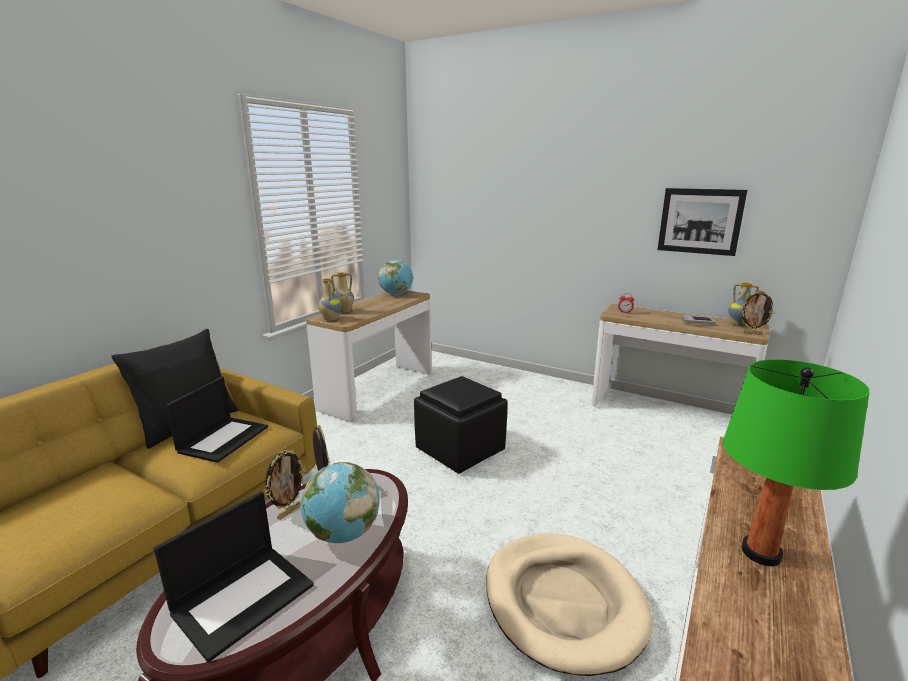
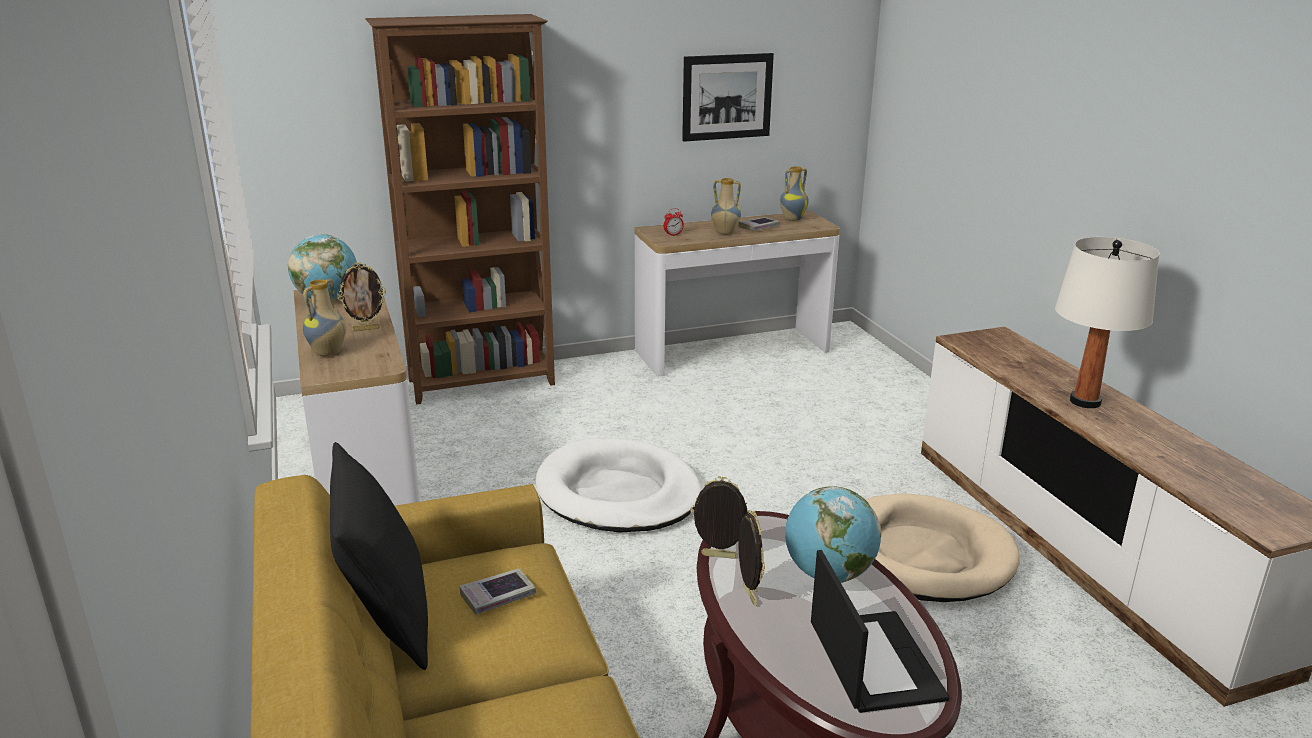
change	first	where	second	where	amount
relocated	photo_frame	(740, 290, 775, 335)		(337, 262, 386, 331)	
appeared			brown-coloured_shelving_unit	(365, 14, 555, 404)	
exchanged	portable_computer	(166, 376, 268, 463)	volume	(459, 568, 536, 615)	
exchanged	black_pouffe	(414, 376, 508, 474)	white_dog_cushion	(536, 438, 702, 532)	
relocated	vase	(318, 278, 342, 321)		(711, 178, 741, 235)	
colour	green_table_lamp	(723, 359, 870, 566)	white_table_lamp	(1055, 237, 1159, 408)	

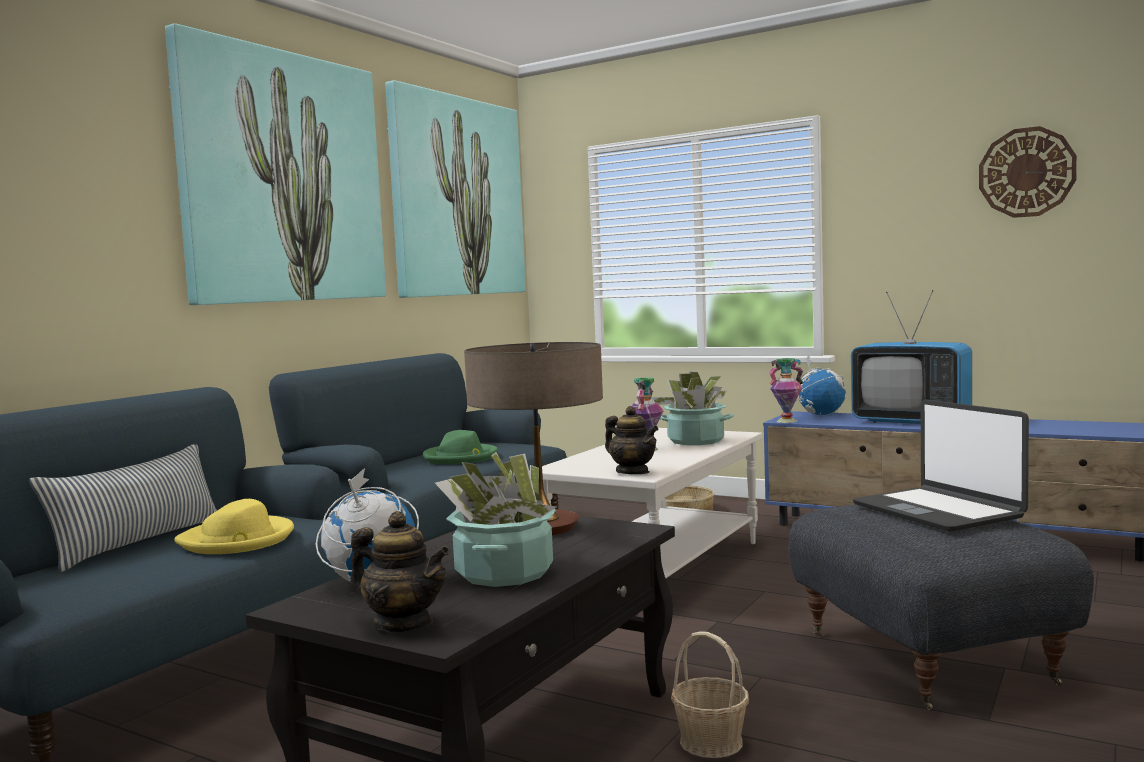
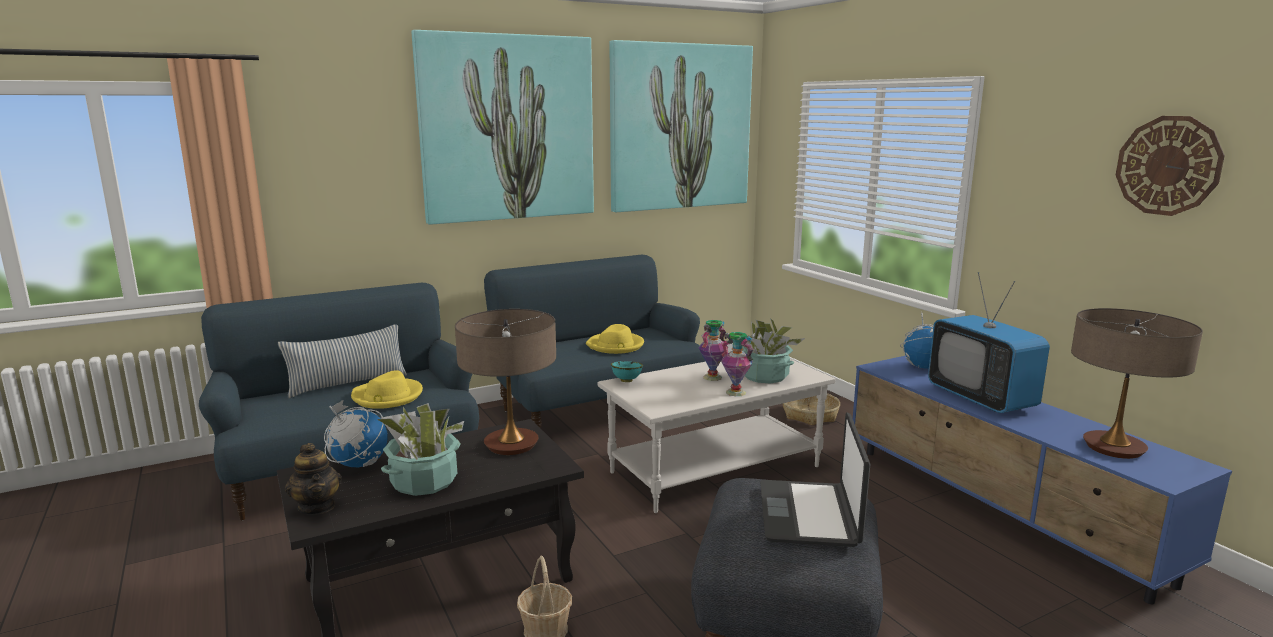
change	first	where	second	where	amount
colour	green_hat	(423, 430, 498, 464)	yellow-coloured_hat	(586, 324, 644, 354)	
appeared			turquoise_deep_dish	(611, 361, 643, 382)	
relocated	vase	(769, 358, 803, 423)		(722, 332, 754, 396)	
appeared			table_lamp	(1071, 308, 1203, 459)	
missing	teapot	(605, 406, 658, 474)			

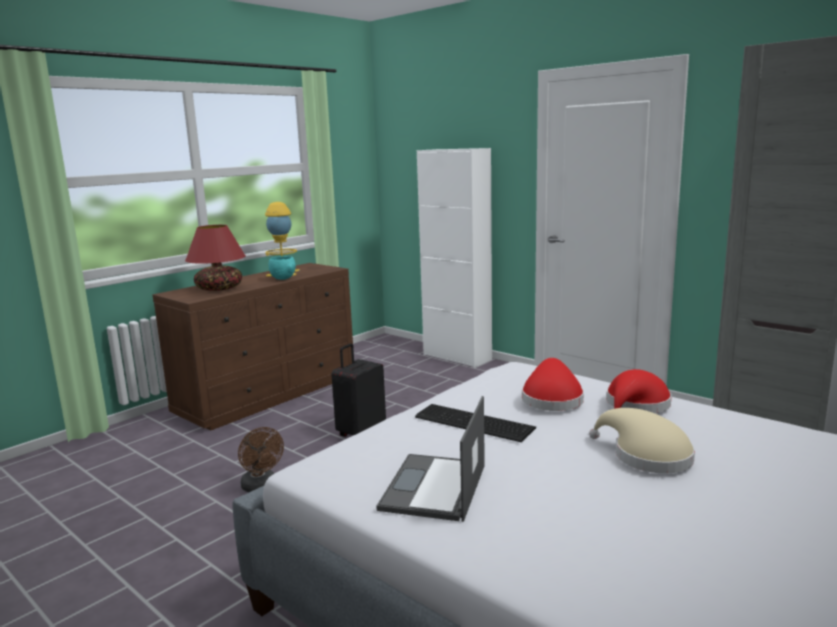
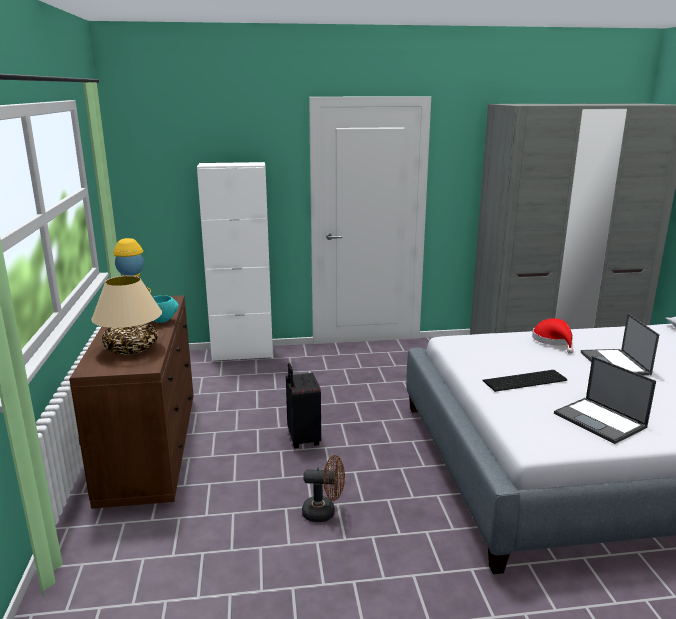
change	first	where	second	where	amount
colour	red_table_lamp	(185, 225, 246, 291)	beige_table_lamp	(91, 276, 162, 354)	
exchanged	beige_hat	(589, 408, 695, 473)	portable_computer	(581, 314, 659, 376)	
missing	red_hat	(522, 358, 584, 411)			

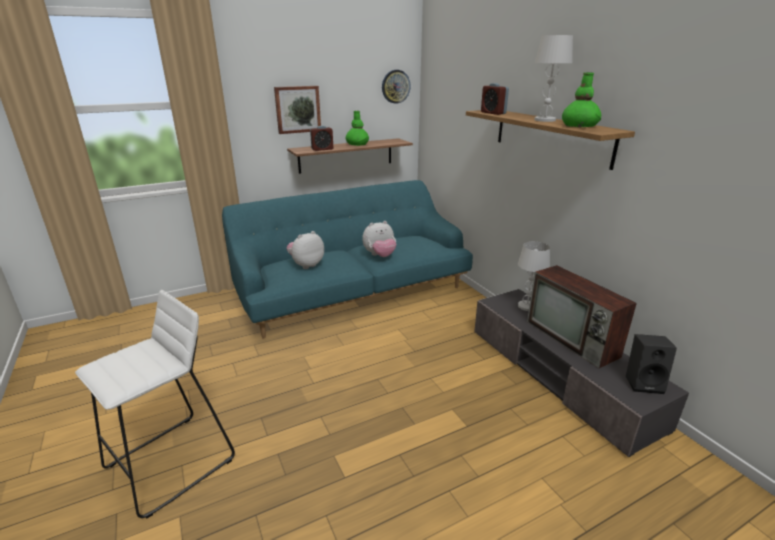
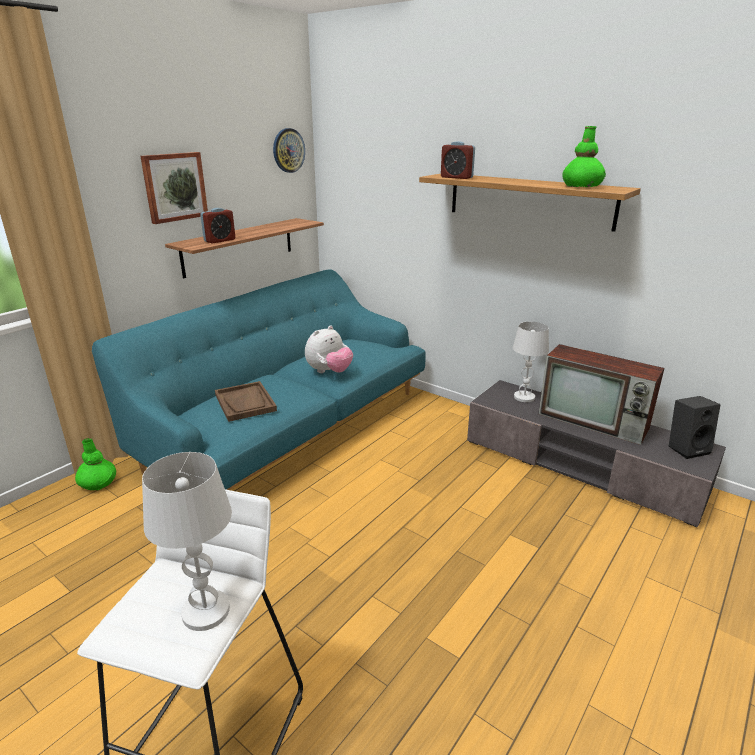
change	first	where	second	where	amount
relocated	green_vase	(345, 111, 369, 146)		(75, 438, 116, 490)	
relocated	white_table_lamp	(534, 35, 573, 122)		(142, 452, 232, 631)	
exchanged	cuddly_toy	(287, 231, 324, 269)	brown-coloured_tray	(215, 381, 277, 422)	

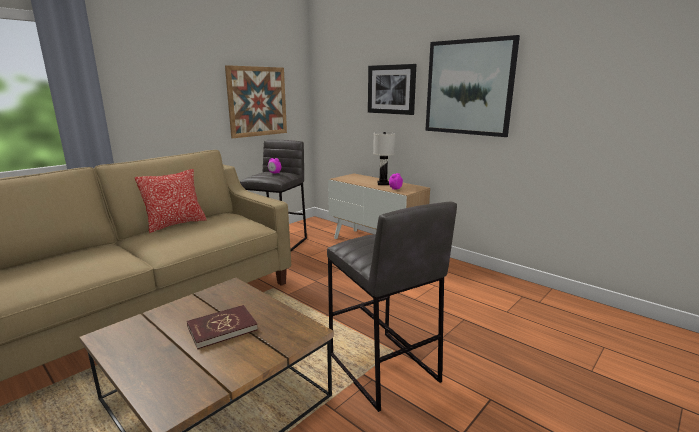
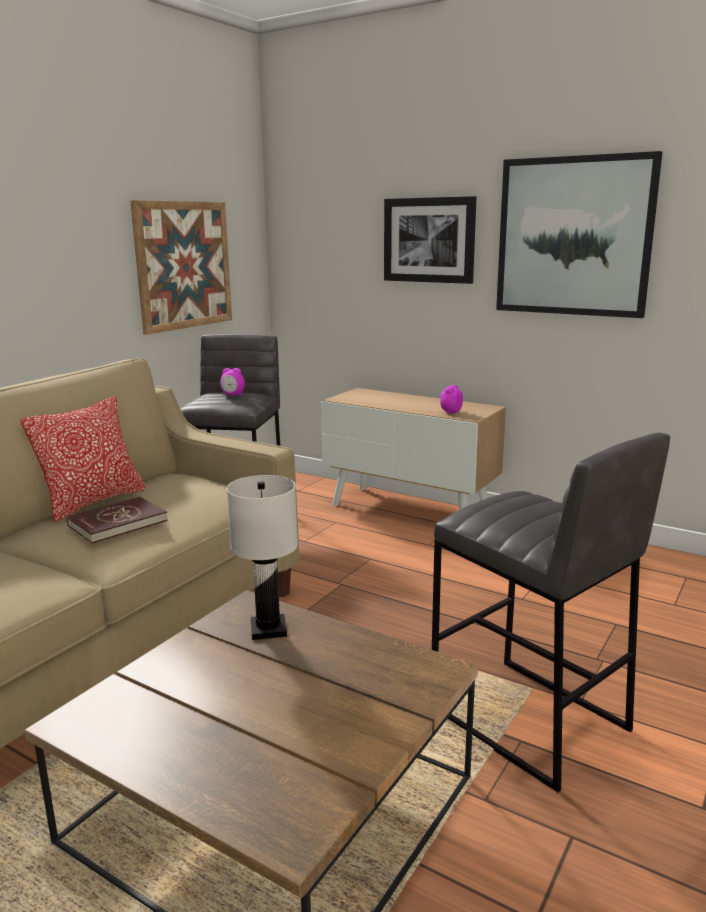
change	first	where	second	where	amount
relocated	red_volume	(187, 305, 258, 349)		(66, 497, 168, 543)	
relocated	white_table_lamp	(373, 132, 395, 185)		(227, 475, 298, 640)	

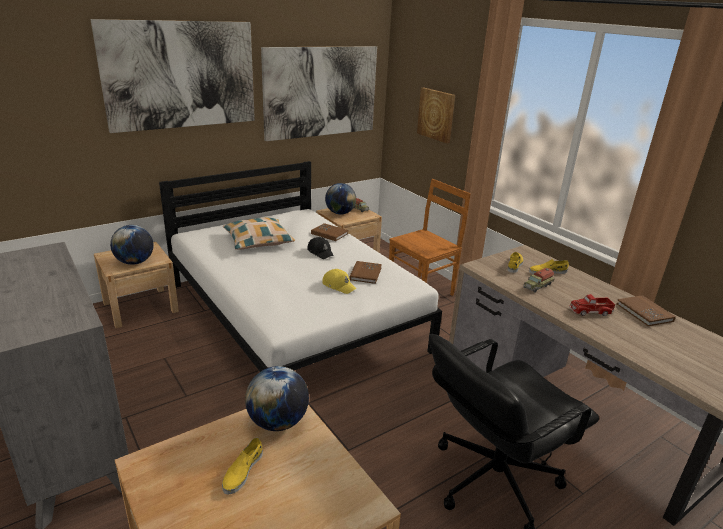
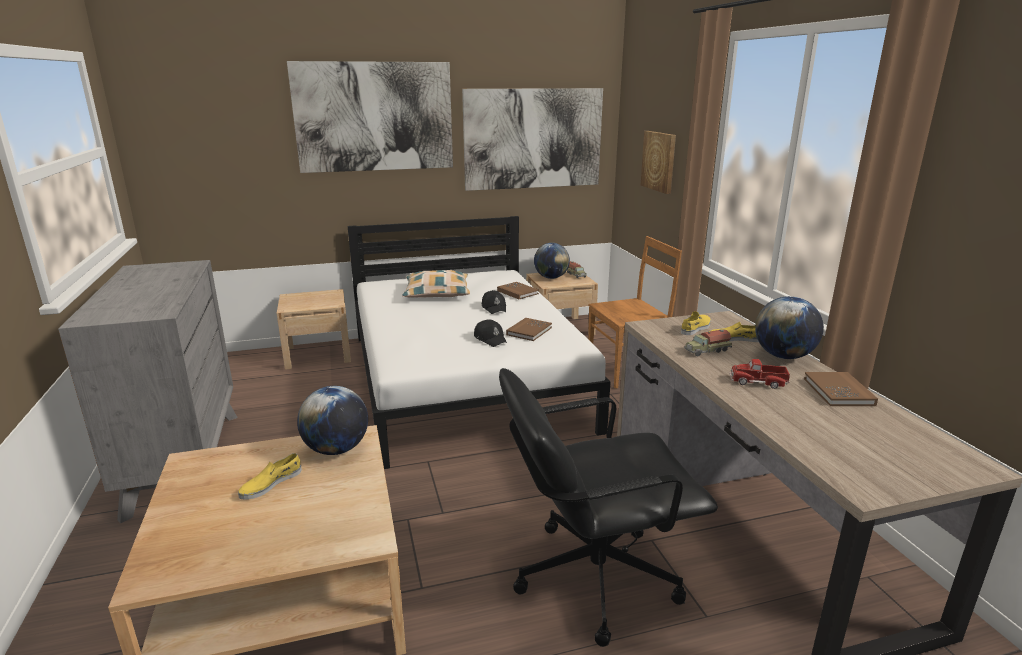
change	first	where	second	where	amount
colour	yellow-coloured_peaked_cap	(323, 269, 357, 294)	black_peaked_cap	(474, 319, 507, 347)	
relocated	globe	(110, 225, 154, 265)		(755, 296, 824, 359)	

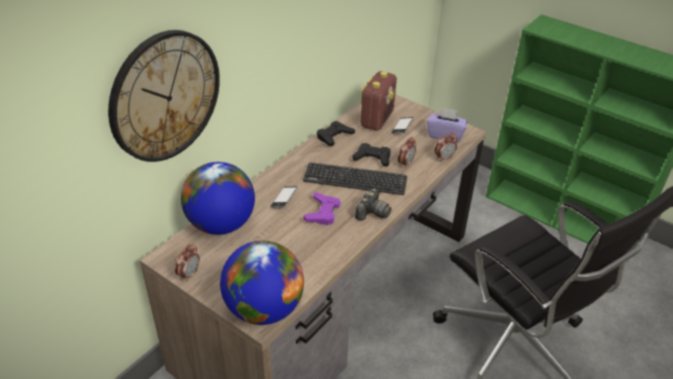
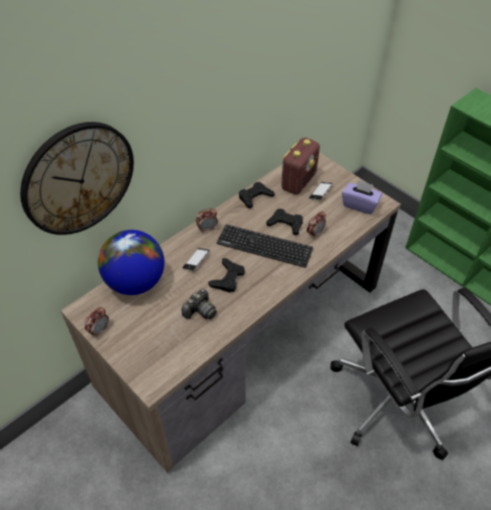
change	first	where	second	where	amount
relocated	photo_camera	(355, 189, 392, 220)		(182, 289, 217, 320)	
relocated	bedside_clock	(434, 133, 457, 162)		(196, 208, 218, 233)	
colour	purple_game_controller	(303, 192, 340, 225)	black_game_controller	(208, 258, 245, 293)	
missing	globe	(220, 241, 304, 325)			

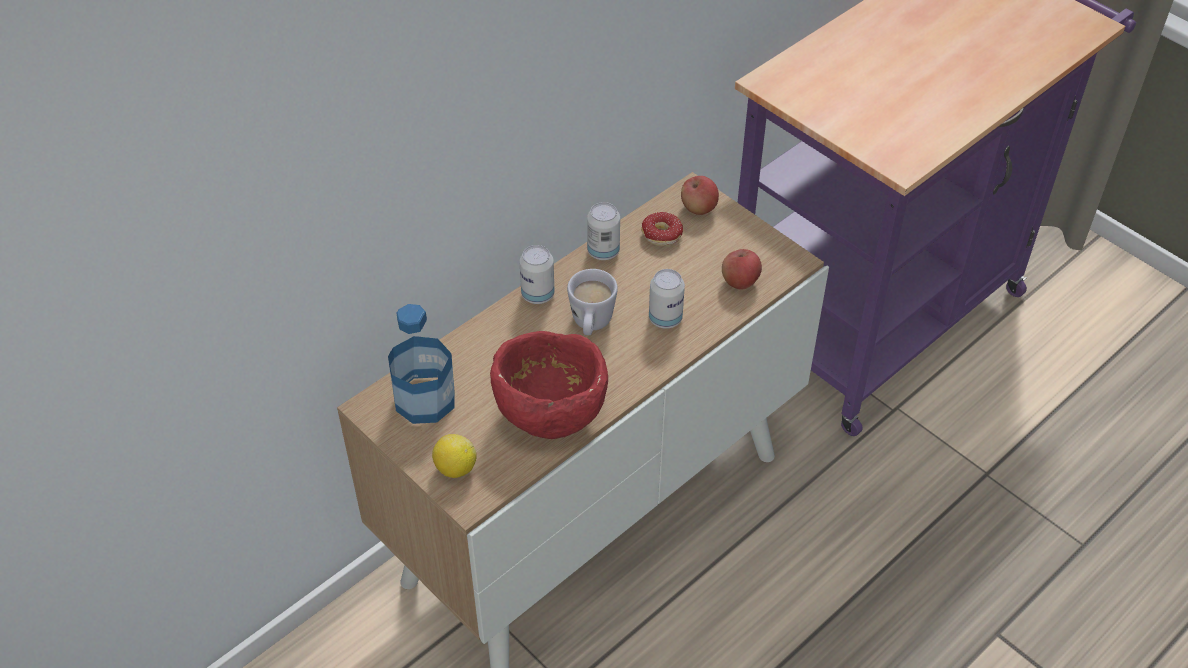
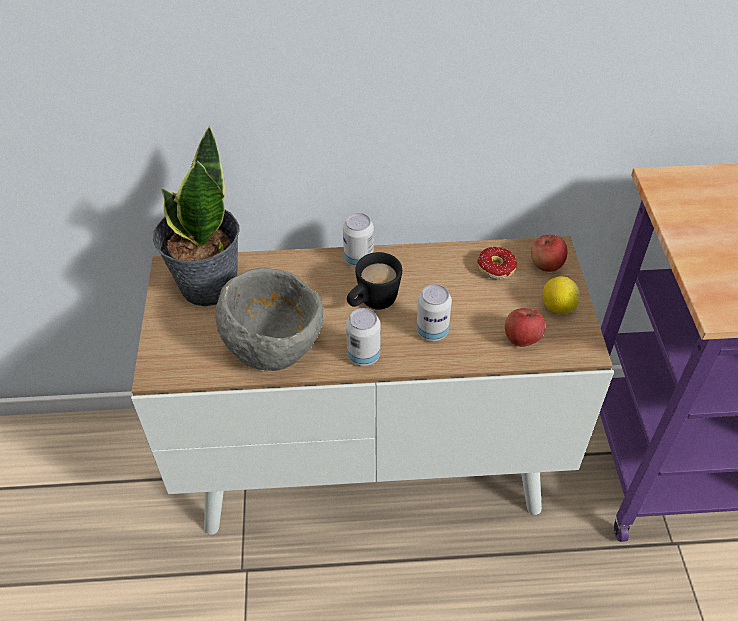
change	first	where	second	where	amount
exchanged	drink_bottle	(388, 304, 454, 424)	potted_plant	(153, 126, 240, 306)	
colour	red_deep_dish	(490, 331, 608, 439)	greyish_deep_dish	(215, 267, 323, 371)	
relocated	metal_can	(587, 202, 620, 260)		(346, 308, 381, 366)	
colour	white_coffee_mug	(567, 269, 618, 335)	black_coffee_mug	(347, 252, 402, 309)	
relocated	whole_lemon	(432, 434, 477, 478)		(542, 276, 580, 314)	

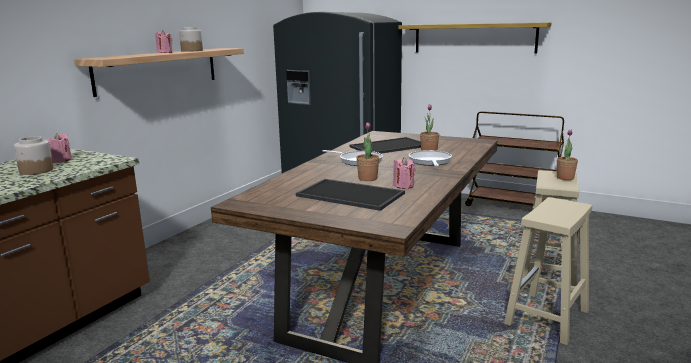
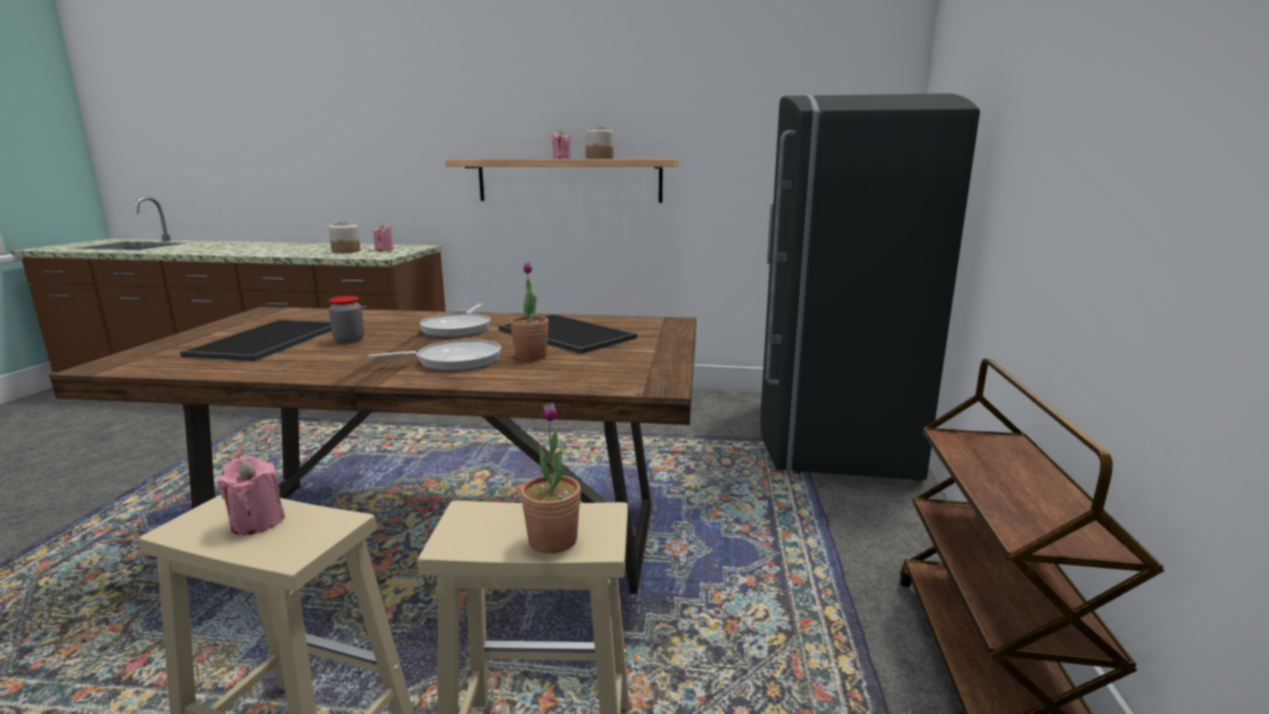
change	first	where	second	where	amount
relocated	pink-coloured_wax_candle	(393, 157, 416, 189)		(218, 456, 285, 535)	
exchanged	potted_plant	(356, 122, 379, 181)	storage_jar	(328, 296, 364, 343)	
missing	shelf	(398, 22, 552, 54)			

